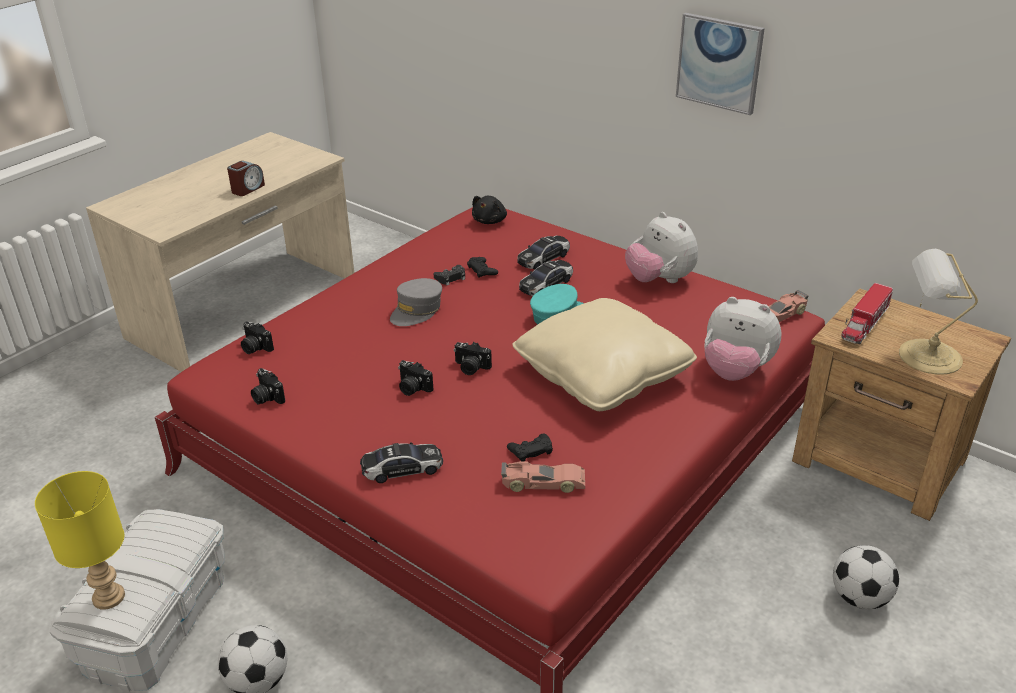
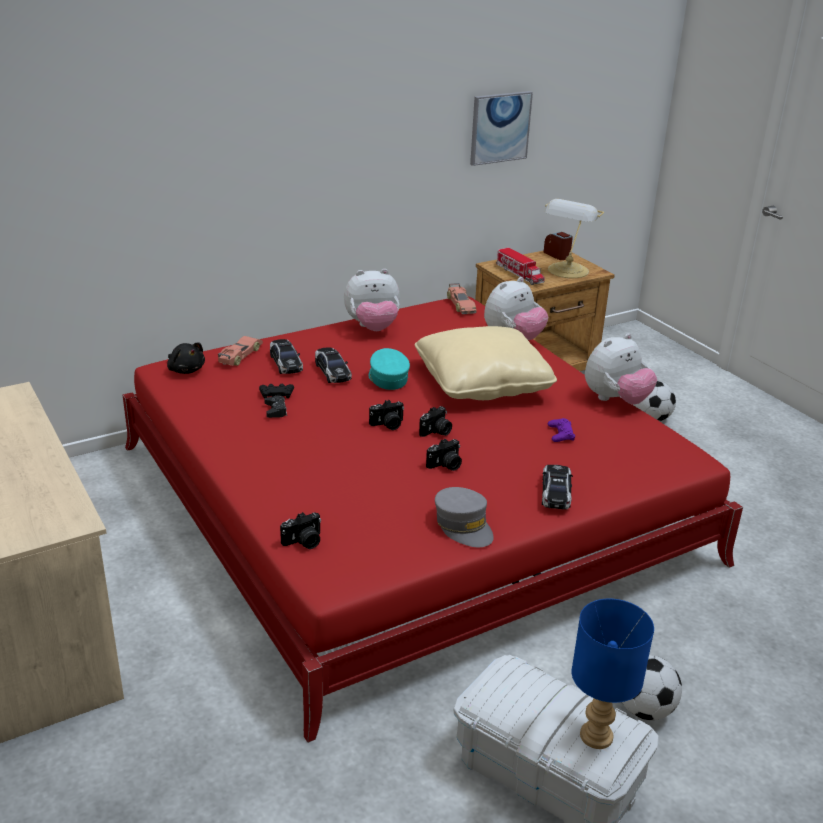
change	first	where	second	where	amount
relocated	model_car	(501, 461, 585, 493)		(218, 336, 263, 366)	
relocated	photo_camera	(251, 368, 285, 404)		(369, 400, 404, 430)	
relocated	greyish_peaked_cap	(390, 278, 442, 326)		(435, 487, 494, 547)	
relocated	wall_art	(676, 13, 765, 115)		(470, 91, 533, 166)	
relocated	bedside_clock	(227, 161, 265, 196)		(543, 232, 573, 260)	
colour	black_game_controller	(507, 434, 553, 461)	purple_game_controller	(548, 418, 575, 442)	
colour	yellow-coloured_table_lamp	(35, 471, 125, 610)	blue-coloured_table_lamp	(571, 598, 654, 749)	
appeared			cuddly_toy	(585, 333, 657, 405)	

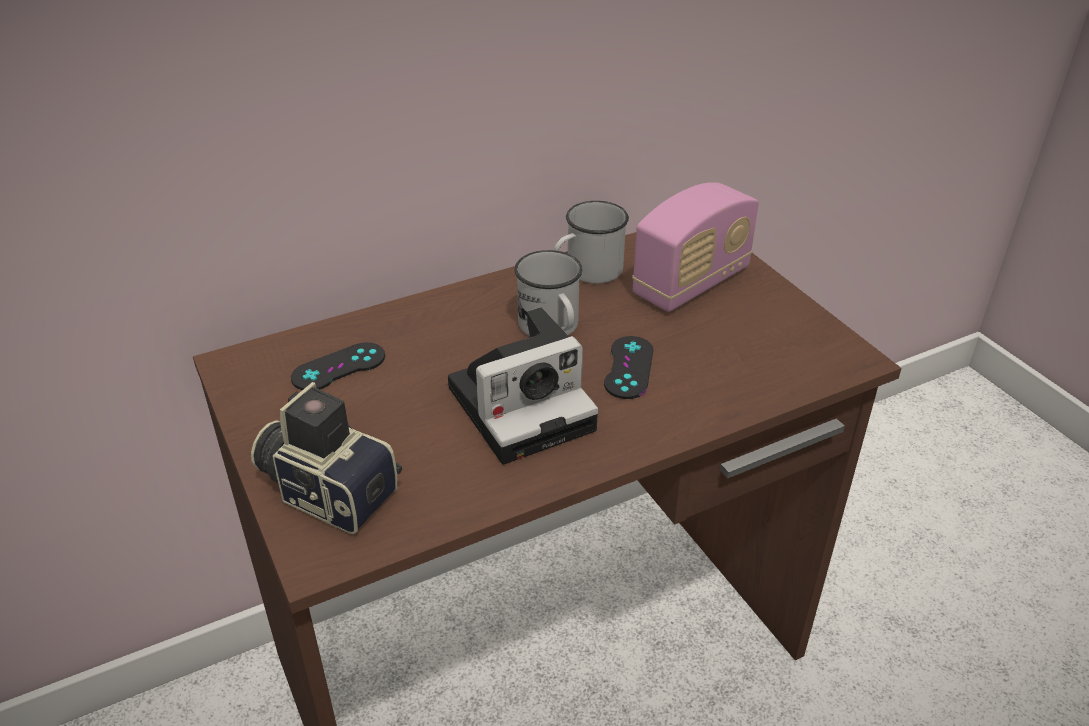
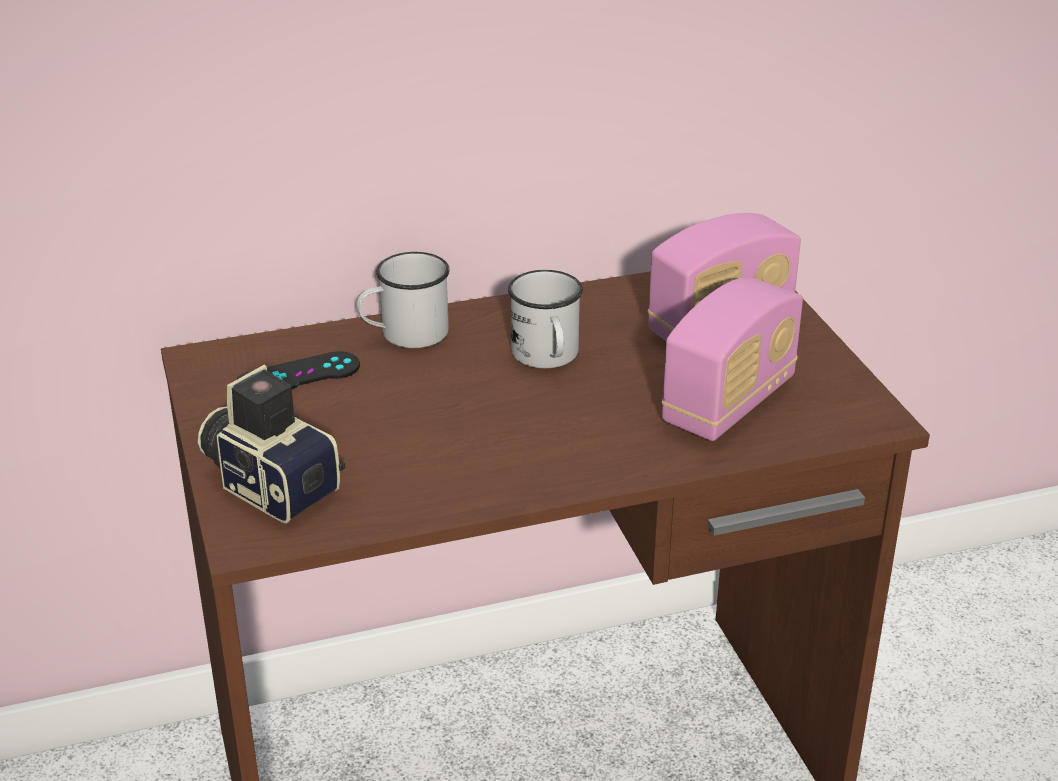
change	first	where	second	where	amount
relocated	white_coffee_mug	(554, 201, 629, 284)		(356, 252, 450, 348)	
appeared			radio_receiver	(662, 277, 803, 441)	
missing	photo_camera	(448, 307, 598, 465)			
missing	black_game_controller	(604, 336, 653, 399)			

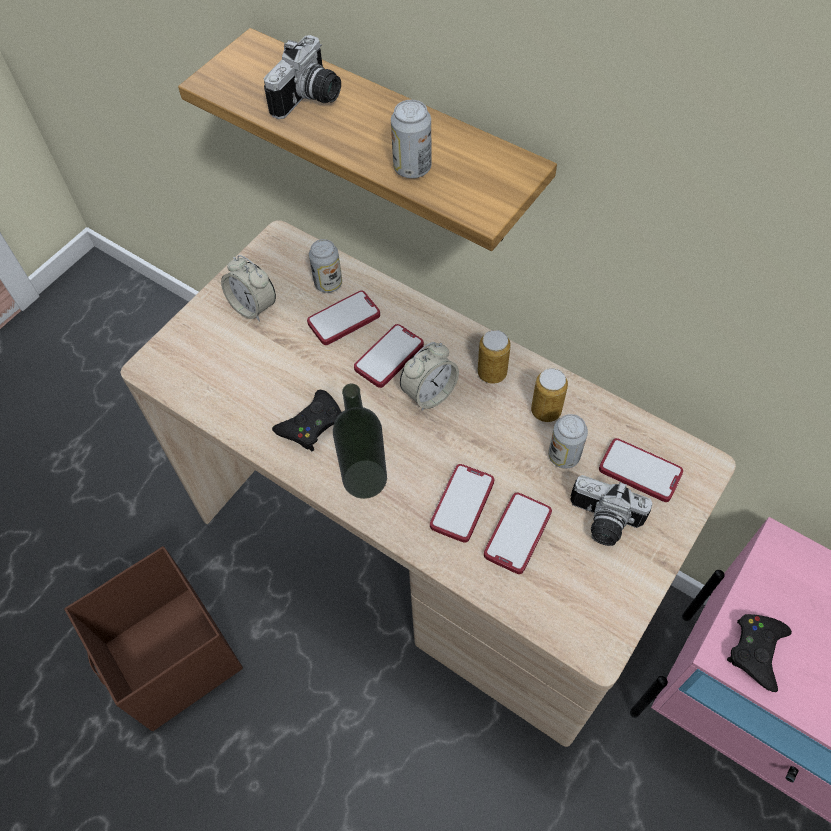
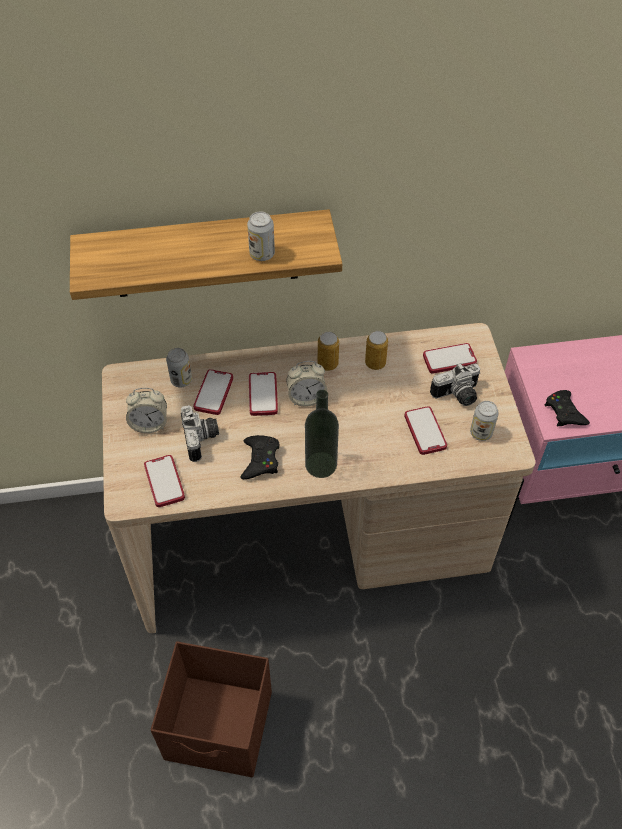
change	first	where	second	where	amount
relocated	phone	(430, 464, 494, 543)		(144, 455, 185, 507)	
relocated	photo_camera	(264, 35, 341, 119)		(181, 405, 219, 462)	
spun	bedside_clock	(400, 342, 459, 411)		(286, 361, 327, 407)	75 degrees clockwise
relocated	metal_can	(548, 414, 588, 468)		(470, 401, 499, 441)	

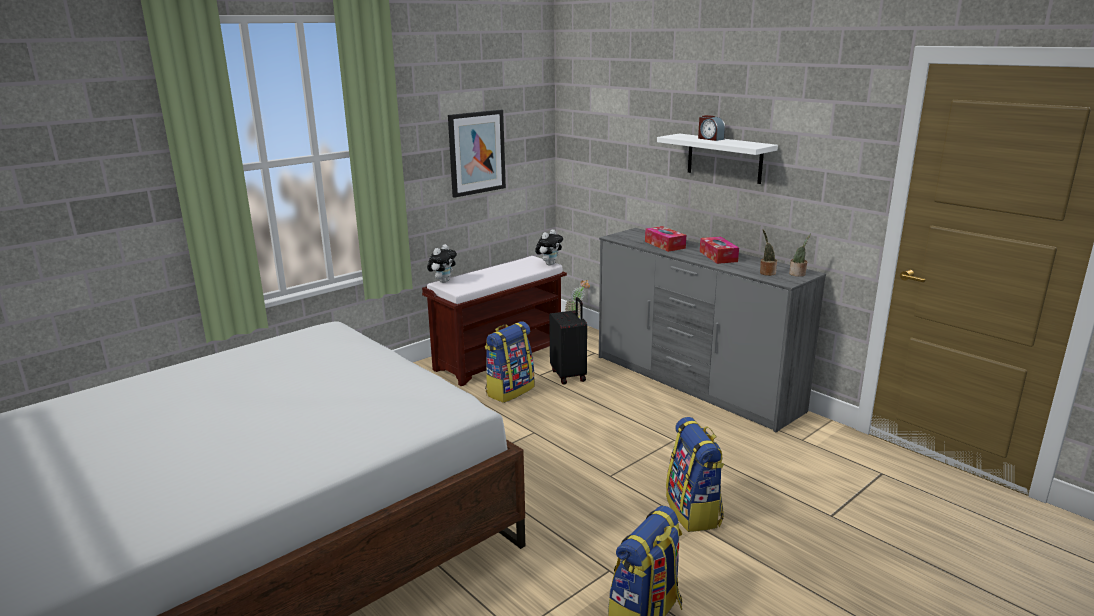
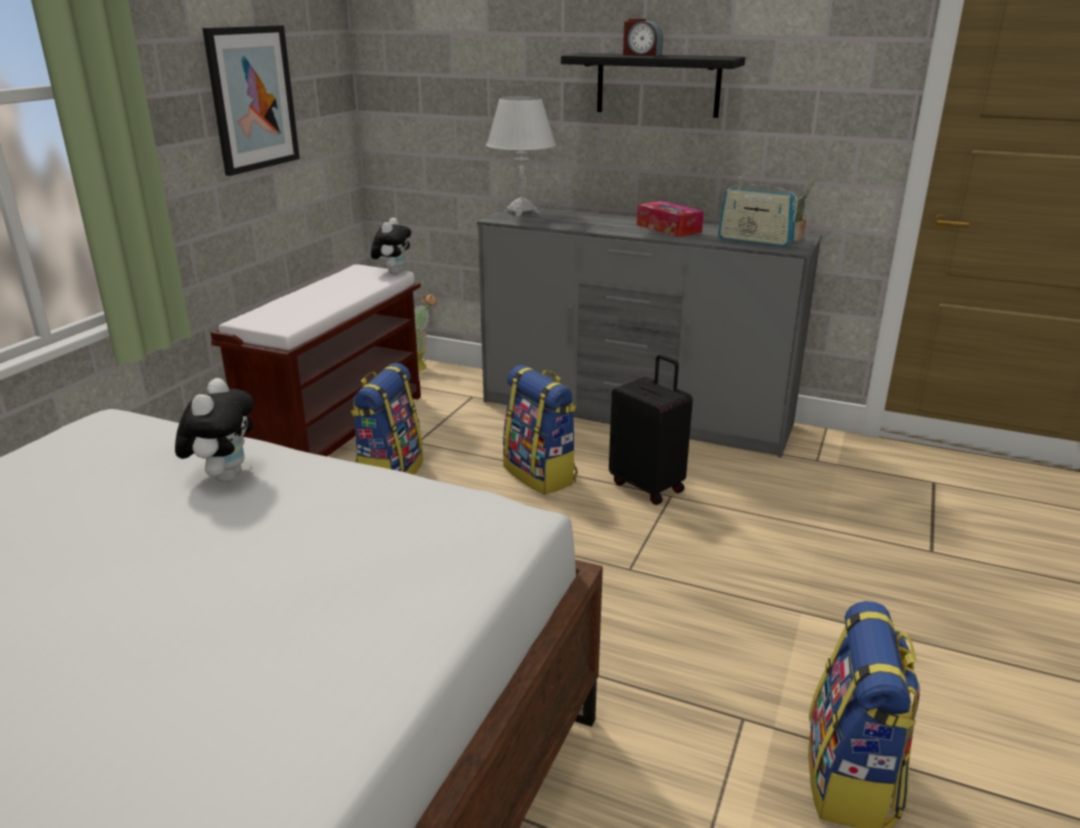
change	first	where	second	where	amount
relocated	cuddly_toy	(427, 244, 457, 283)		(175, 378, 253, 483)	
appeared			white_table_lamp	(486, 96, 556, 216)	
relocated	knapsack	(666, 417, 724, 532)		(503, 365, 577, 495)	
colour	white_shelf	(657, 133, 778, 184)	black_shelf	(561, 53, 745, 118)	
relocated	black_suitcase	(549, 297, 587, 385)		(609, 354, 693, 505)	
exchanged	potted_plant	(760, 229, 777, 276)	radio_receiver	(718, 177, 798, 247)	
missing	box_of_tissues	(645, 226, 686, 252)			

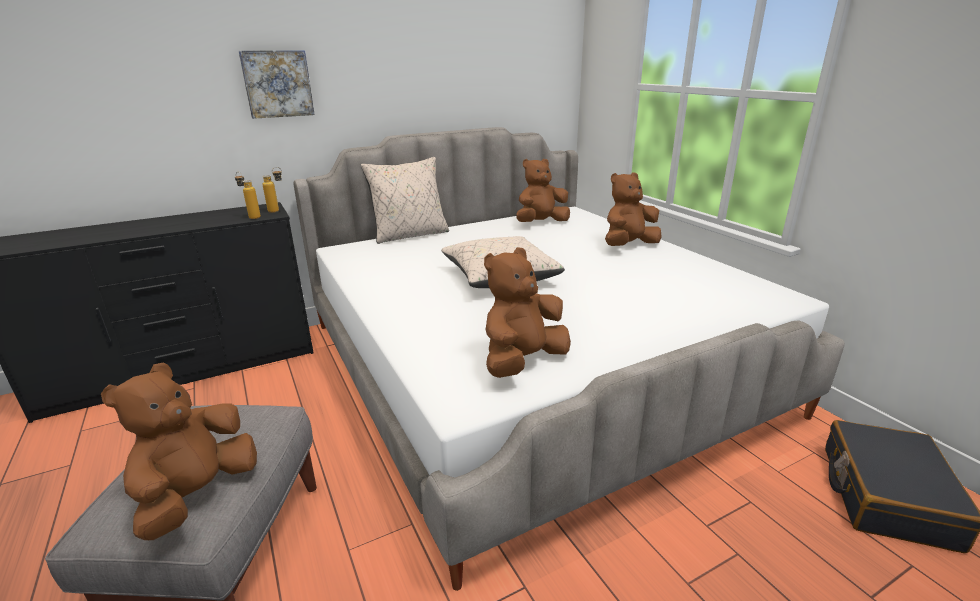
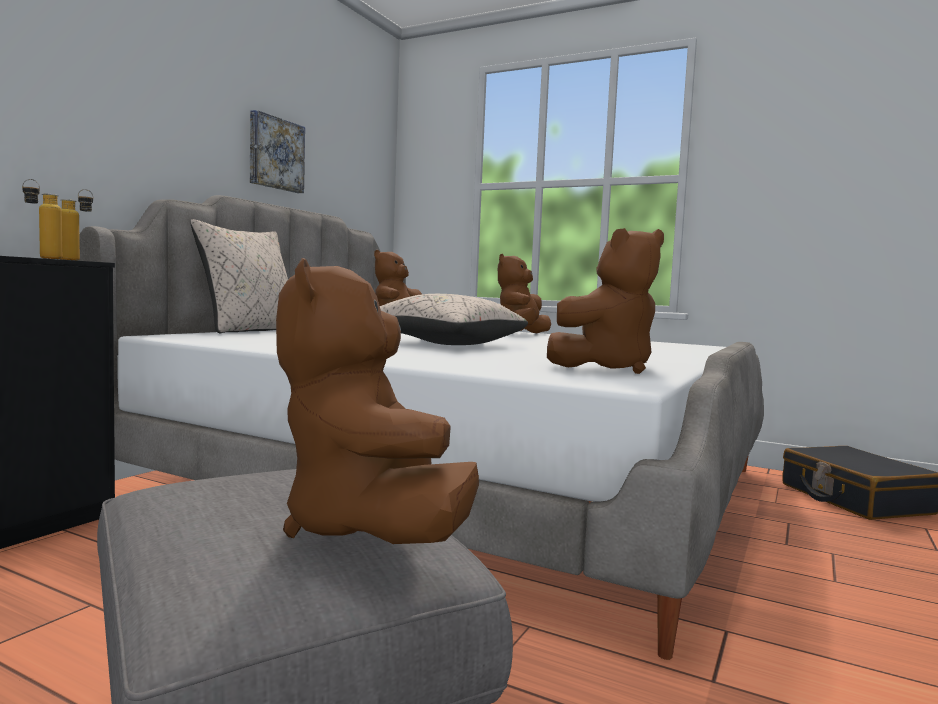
change	first	where	second	where	amount
relocated	wall_art	(239, 50, 315, 119)		(250, 110, 305, 193)	
spun	brown-coloured_cuddly_toy	(484, 247, 571, 378)		(547, 228, 664, 374)	135 degrees counterclockwise

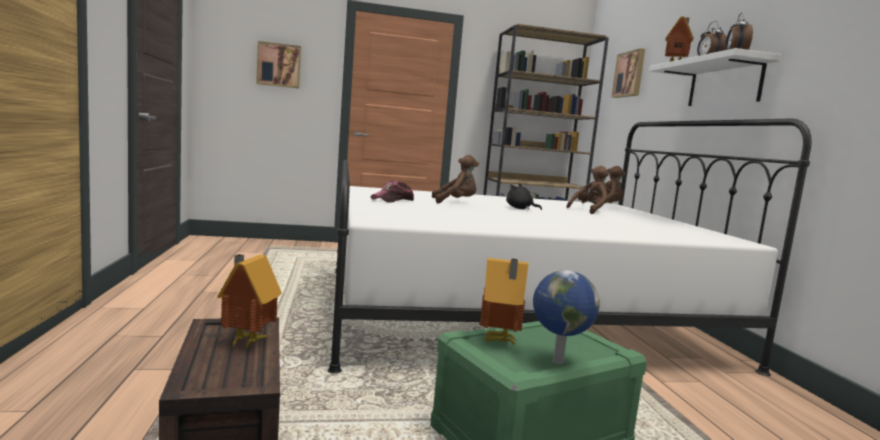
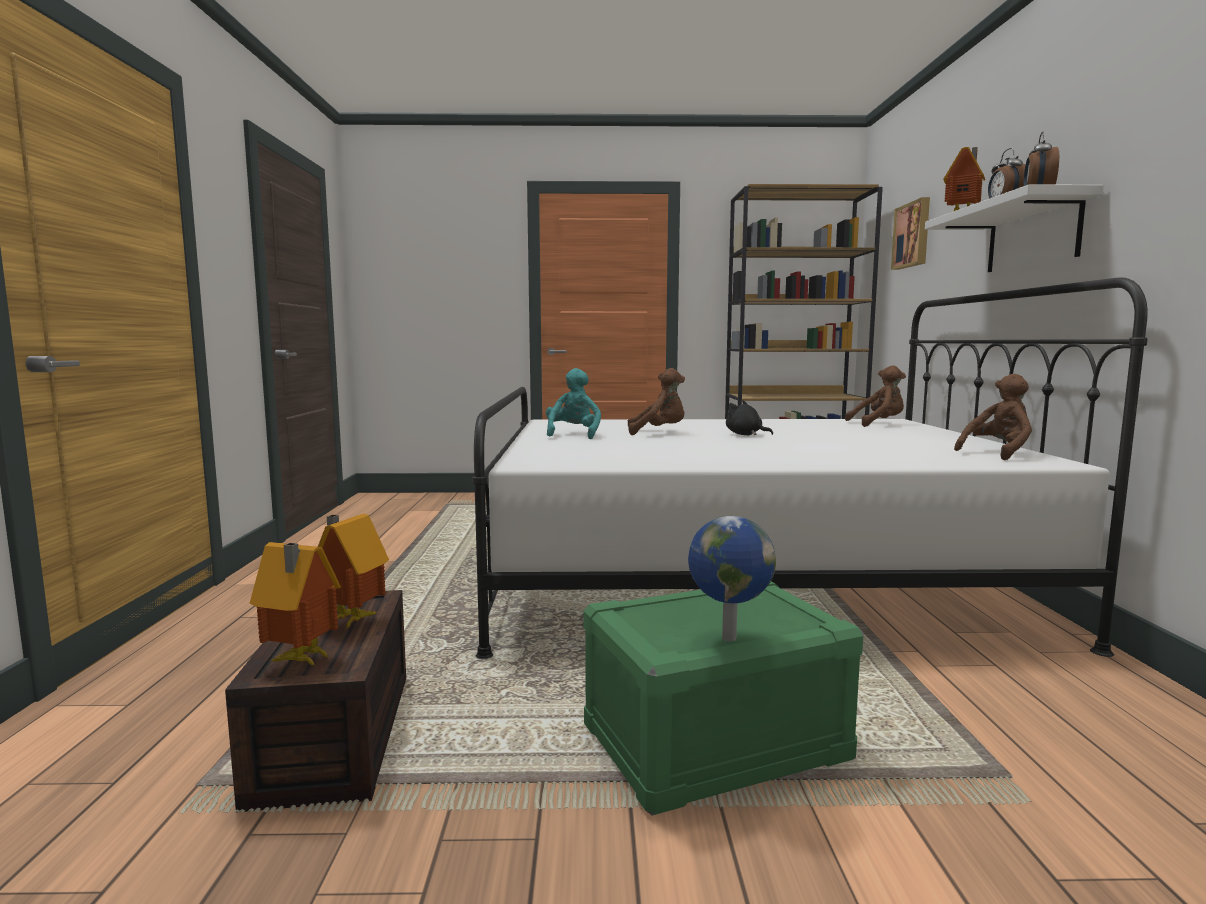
change	first	where	second	where	amount
relocated	model_house	(480, 258, 528, 345)		(249, 542, 341, 667)	
exchanged	peaked_cap	(371, 180, 414, 203)	turquoise_cuddly_toy	(546, 368, 601, 439)	
relocated	brown-coloured_cuddly_toy	(566, 166, 609, 214)		(954, 374, 1032, 460)	
missing	wall_art	(256, 41, 301, 88)			

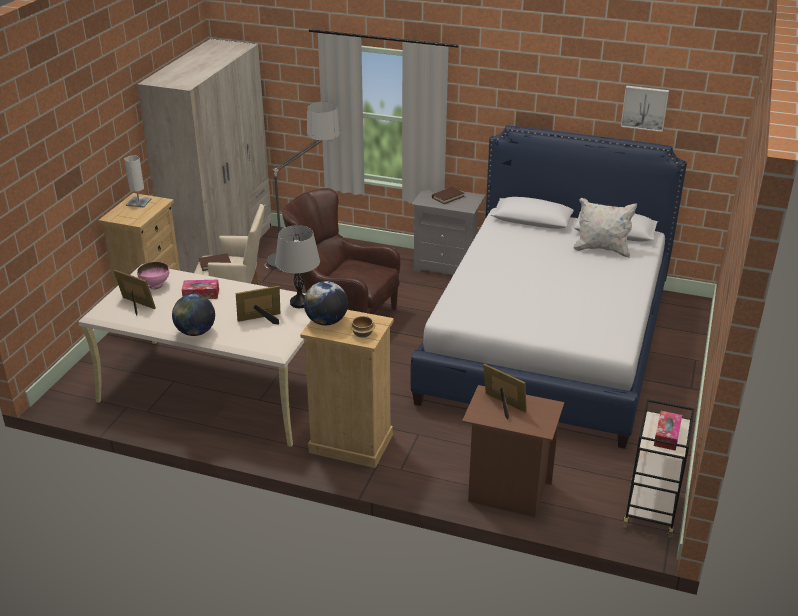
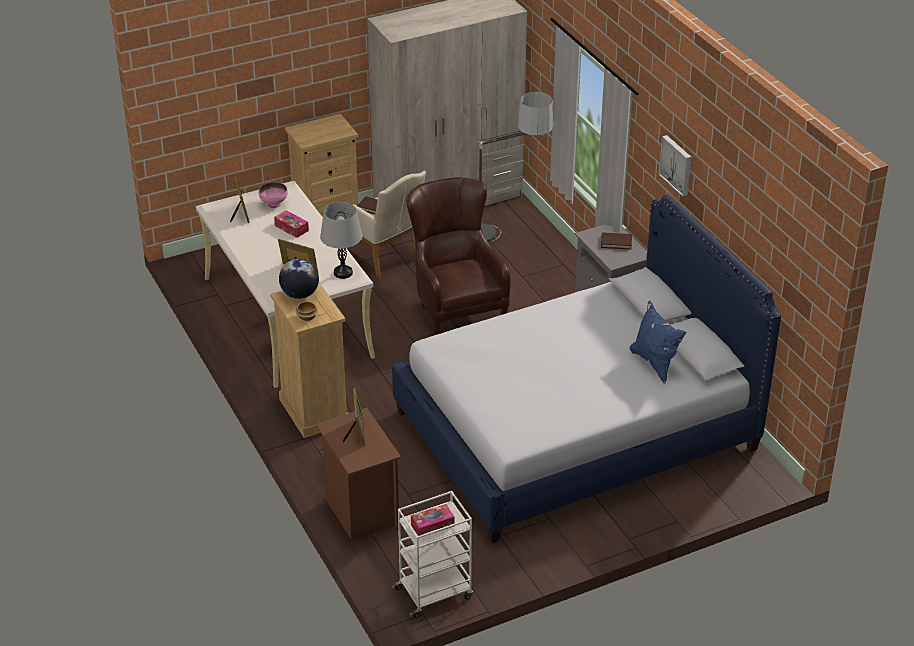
change	first	where	second	where	amount
colour	black_wheeled_cart	(623, 399, 695, 539)	white_wheeled_cart	(391, 491, 473, 618)	
colour	white_pillow	(573, 198, 637, 258)	blue-coloured_pillow	(630, 300, 686, 384)	
relocated	wall_art	(621, 85, 669, 132)		(659, 135, 691, 197)	
missing	white_table_lamp	(125, 156, 152, 207)			
missing	globe	(172, 294, 215, 336)			

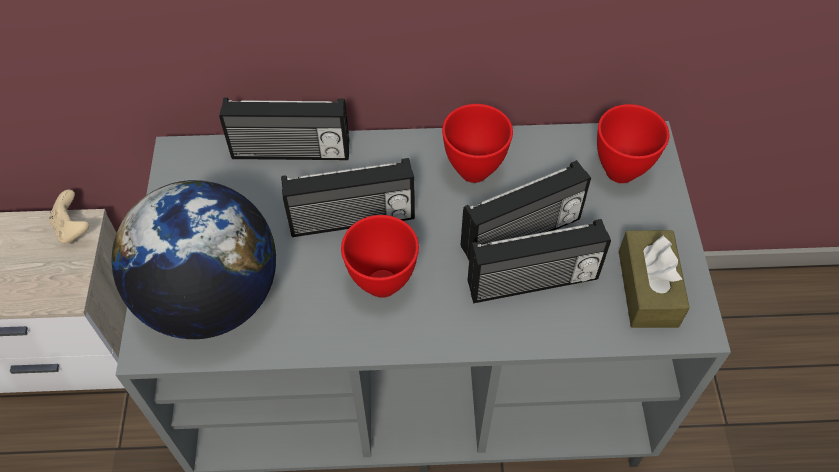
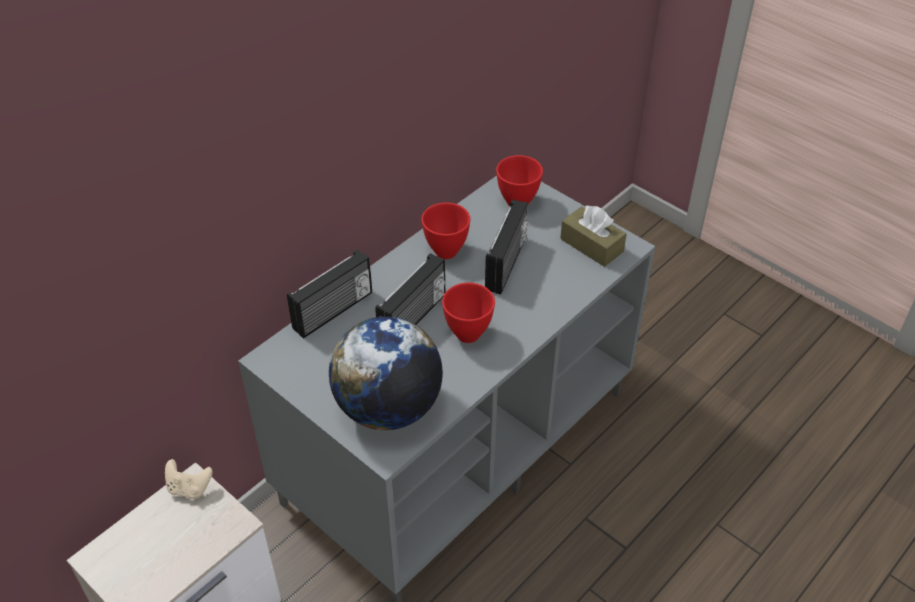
change	first	where	second	where	amount
missing	radio_receiver	(467, 219, 611, 303)			

